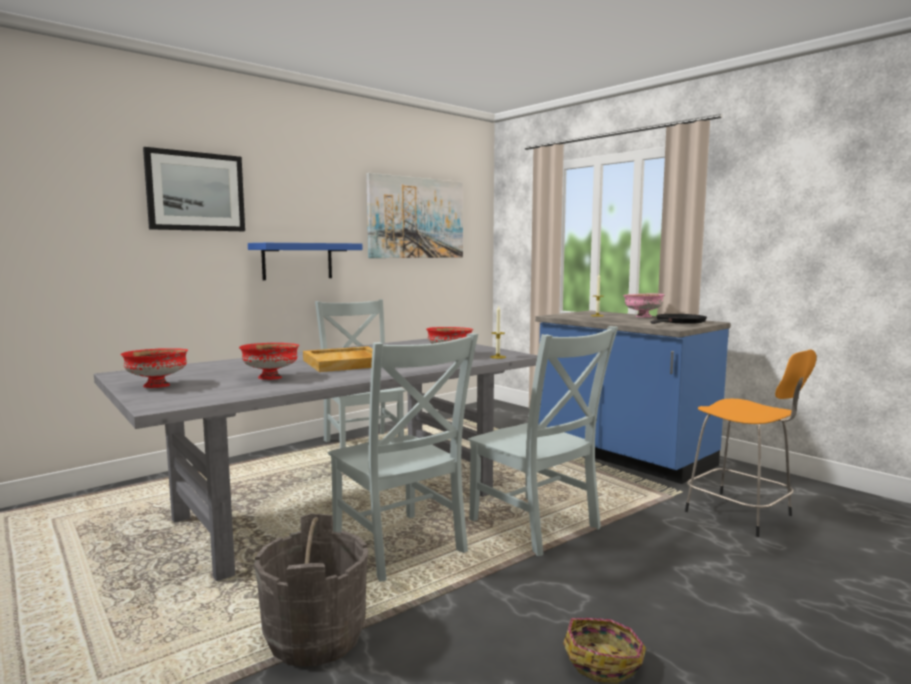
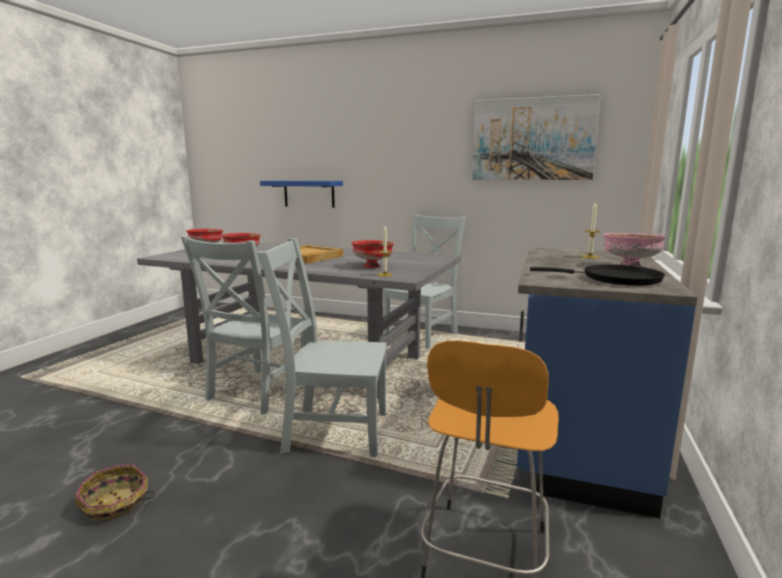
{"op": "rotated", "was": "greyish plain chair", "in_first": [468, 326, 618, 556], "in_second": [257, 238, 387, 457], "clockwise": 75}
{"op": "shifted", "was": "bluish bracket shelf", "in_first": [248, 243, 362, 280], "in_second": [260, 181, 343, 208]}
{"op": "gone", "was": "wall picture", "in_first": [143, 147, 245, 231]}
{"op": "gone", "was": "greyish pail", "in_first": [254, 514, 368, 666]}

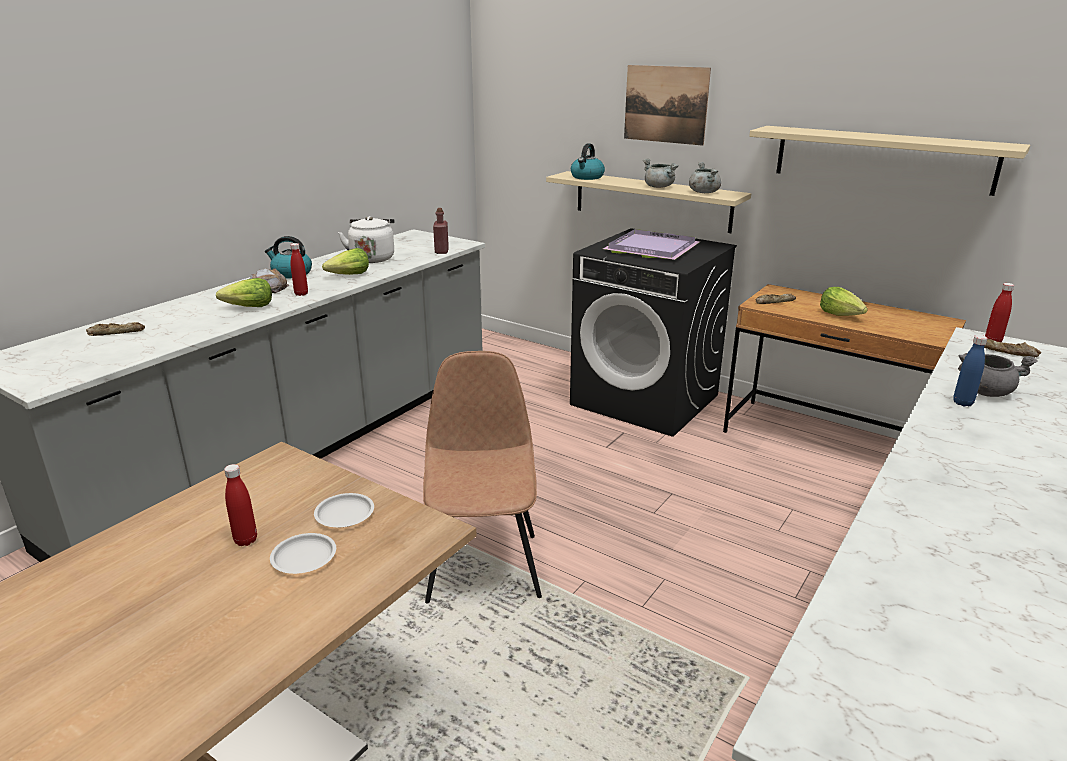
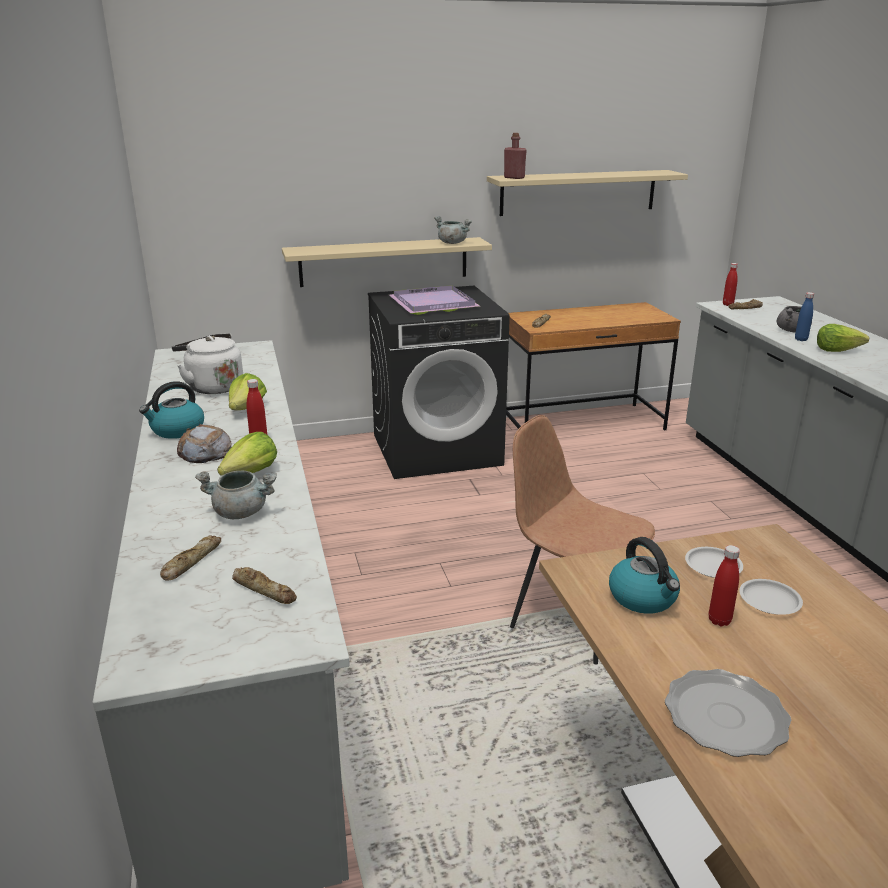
{"op": "shifted", "was": "greyish saucepot", "in_first": [643, 158, 679, 188], "in_second": [195, 471, 277, 519]}
{"op": "new", "now": "bakery bread", "in_second": [232, 567, 297, 604]}
{"op": "shifted", "was": "red-coloured drink bottle", "in_first": [433, 208, 449, 254], "in_second": [504, 133, 527, 179]}
{"op": "shifted", "was": "tea kettle", "in_first": [571, 143, 605, 180], "in_second": [609, 537, 680, 614]}
{"op": "new", "now": "flat dish", "in_second": [665, 669, 791, 757]}
{"op": "shifted", "was": "head of lettuce", "in_first": [820, 287, 868, 316], "in_second": [817, 324, 869, 352]}
{"op": "gone", "was": "wall picture", "in_first": [624, 65, 711, 146]}

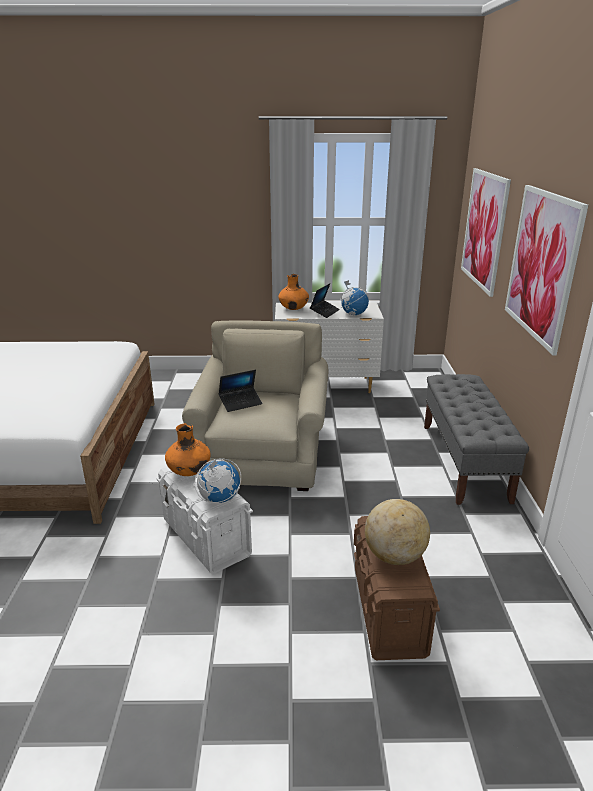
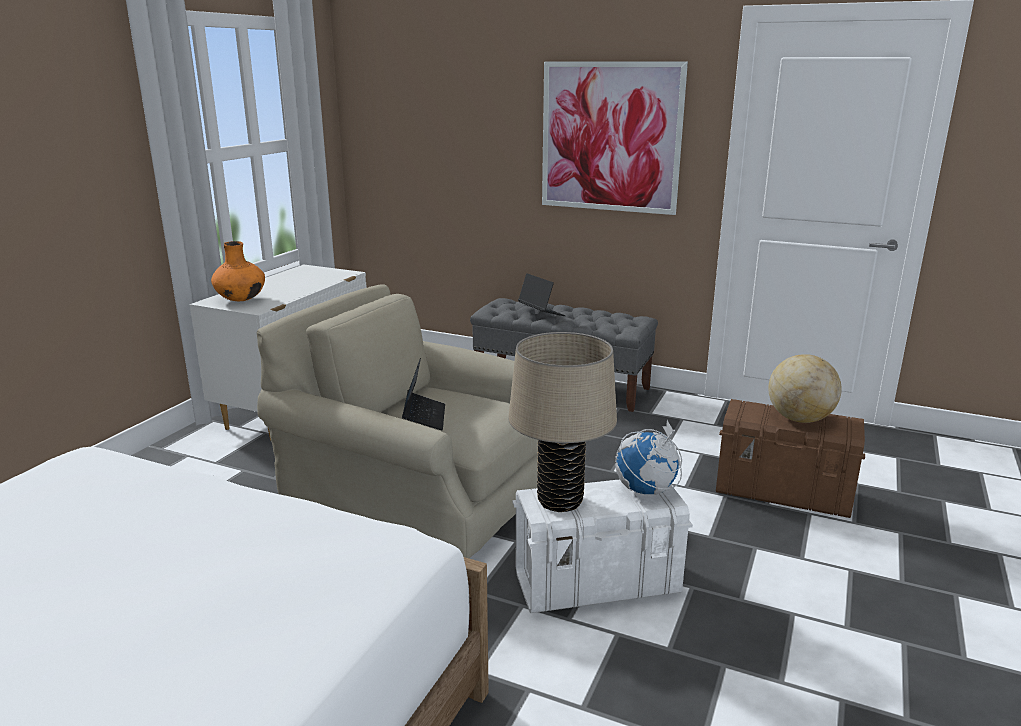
{"op": "swapped", "was": "orange-coloured flower vase", "now": "beige-coloured lamp for a table", "in_first": [165, 423, 211, 476], "in_second": [508, 332, 617, 512]}
{"op": "shifted", "was": "laptop", "in_first": [310, 283, 340, 318], "in_second": [518, 273, 566, 316]}
{"op": "gone", "was": "globe", "in_first": [340, 280, 369, 316]}
{"op": "gone", "was": "wall picture", "in_first": [461, 168, 511, 297]}

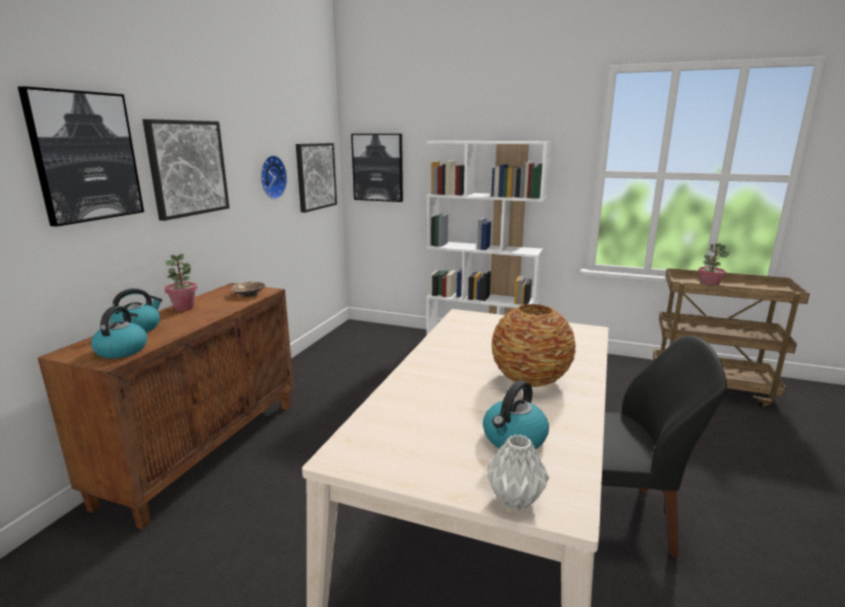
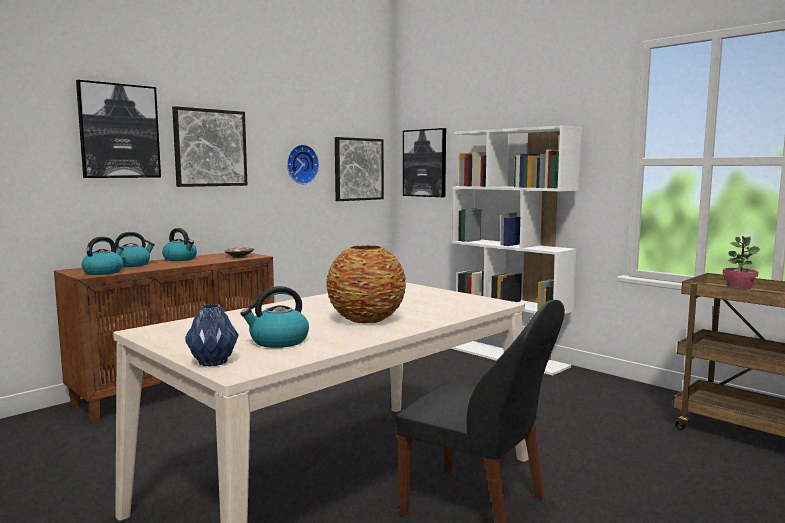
{"op": "swapped", "was": "plant in a pot", "now": "tea kettle", "in_first": [164, 254, 197, 311], "in_second": [162, 228, 197, 261]}
{"op": "repainted", "was": "greyish flower vase", "now": "bluish flower vase", "in_first": [486, 435, 549, 511], "in_second": [185, 304, 239, 367]}

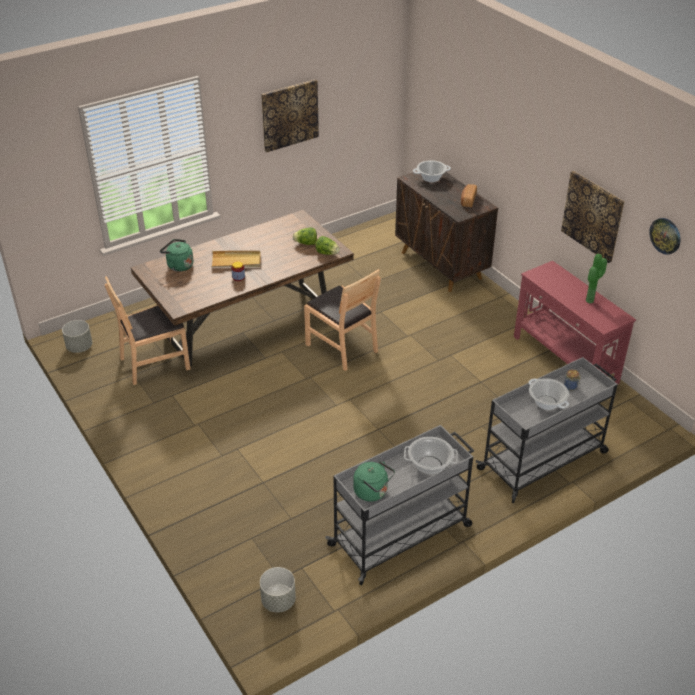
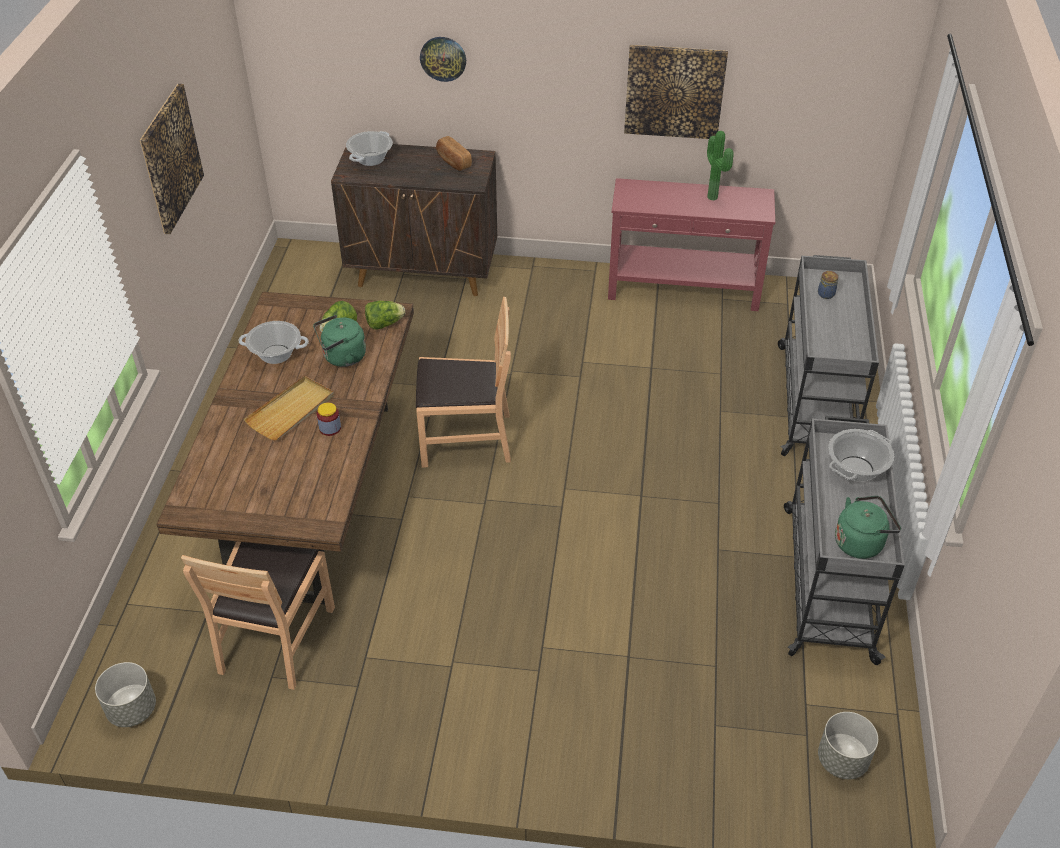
{"op": "shifted", "was": "saucepot", "in_first": [529, 378, 569, 410], "in_second": [239, 321, 309, 364]}
{"op": "shifted", "was": "greenish tea kettle", "in_first": [160, 239, 193, 272], "in_second": [313, 315, 366, 367]}
{"op": "shifted", "was": "hanging clock", "in_first": [649, 218, 680, 255], "in_second": [420, 37, 466, 82]}

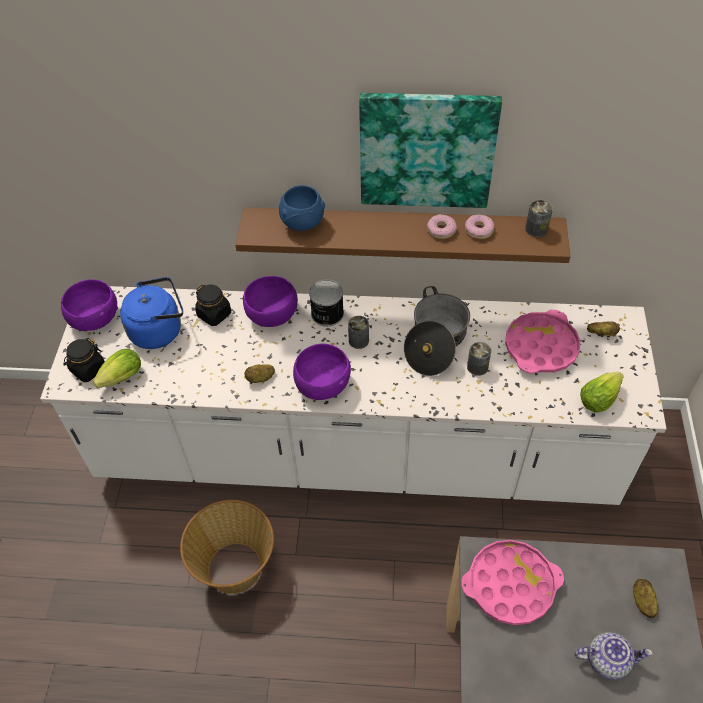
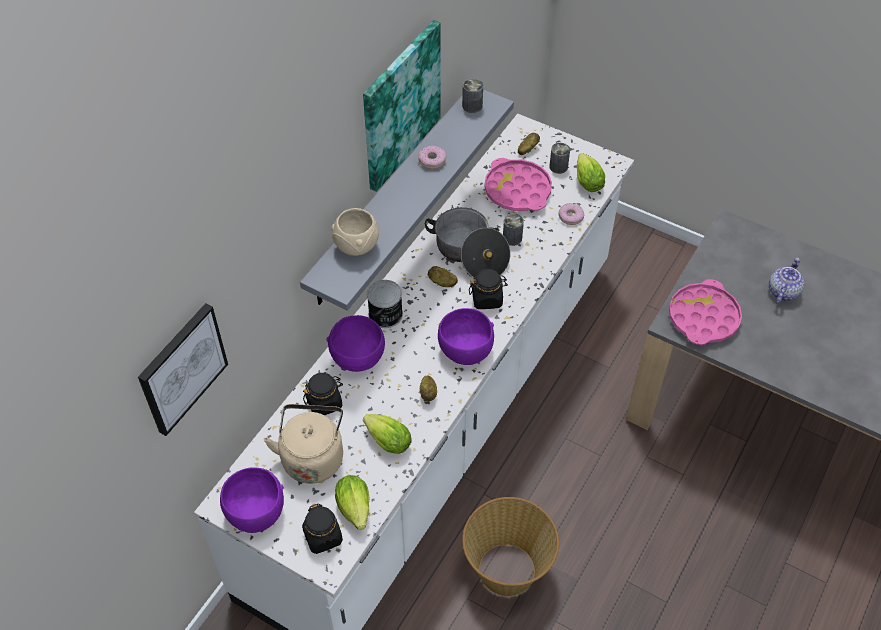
{"op": "new", "now": "wall picture", "in_second": [138, 303, 228, 436]}
{"op": "repainted", "was": "bluish tea kettle", "now": "beige-coloured tea kettle", "in_first": [120, 277, 183, 349], "in_second": [264, 404, 343, 484]}
{"op": "repainted", "was": "brownish bracket shelf", "now": "greyish bracket shelf", "in_first": [235, 207, 571, 263], "in_second": [300, 89, 514, 311]}
{"op": "repainted", "was": "bluish bowl", "now": "beige-coloured bowl", "in_first": [279, 185, 325, 231], "in_second": [331, 208, 379, 256]}
{"op": "new", "now": "head of lettuce", "in_second": [363, 414, 412, 454]}
{"op": "shifted", "was": "spud", "in_first": [633, 579, 658, 618], "in_second": [428, 266, 458, 287]}
{"op": "new", "now": "blackish storage jar", "in_second": [469, 269, 508, 309]}
{"op": "shifted", "was": "metal can", "in_first": [348, 316, 369, 349], "in_second": [549, 143, 570, 174]}
{"op": "shifted", "was": "doughnut", "in_first": [465, 215, 494, 239], "in_second": [558, 203, 584, 225]}

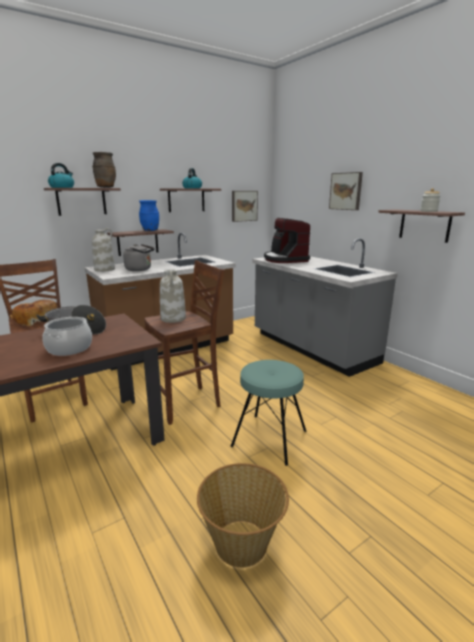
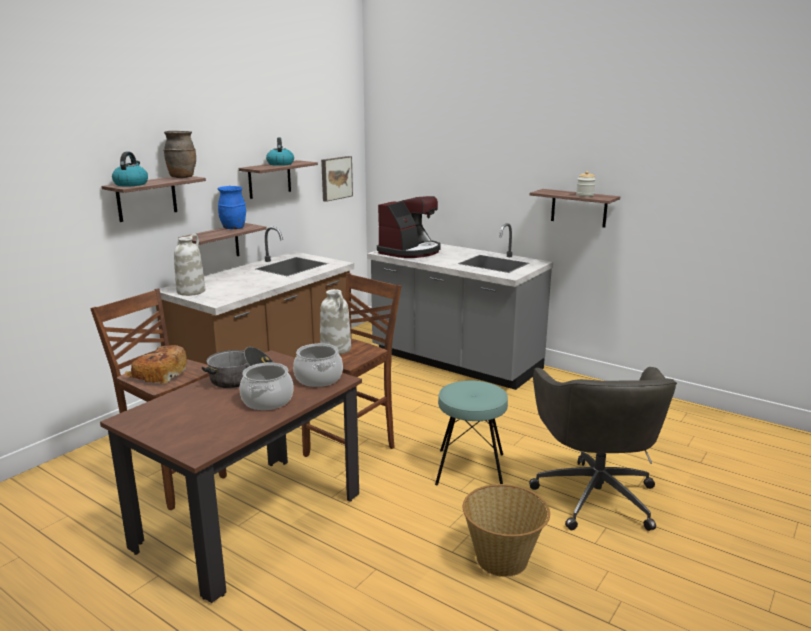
{"op": "new", "now": "saucepot", "in_second": [293, 343, 343, 387]}
{"op": "rotated", "was": "coffee machine", "in_first": [264, 218, 310, 263], "in_second": [377, 196, 441, 258], "clockwise": -105}
{"op": "new", "now": "greyish office chair", "in_second": [529, 367, 677, 531]}
{"op": "gone", "was": "greyish tea kettle", "in_first": [123, 244, 155, 271]}
{"op": "gone", "was": "wall picture", "in_first": [329, 172, 363, 210]}

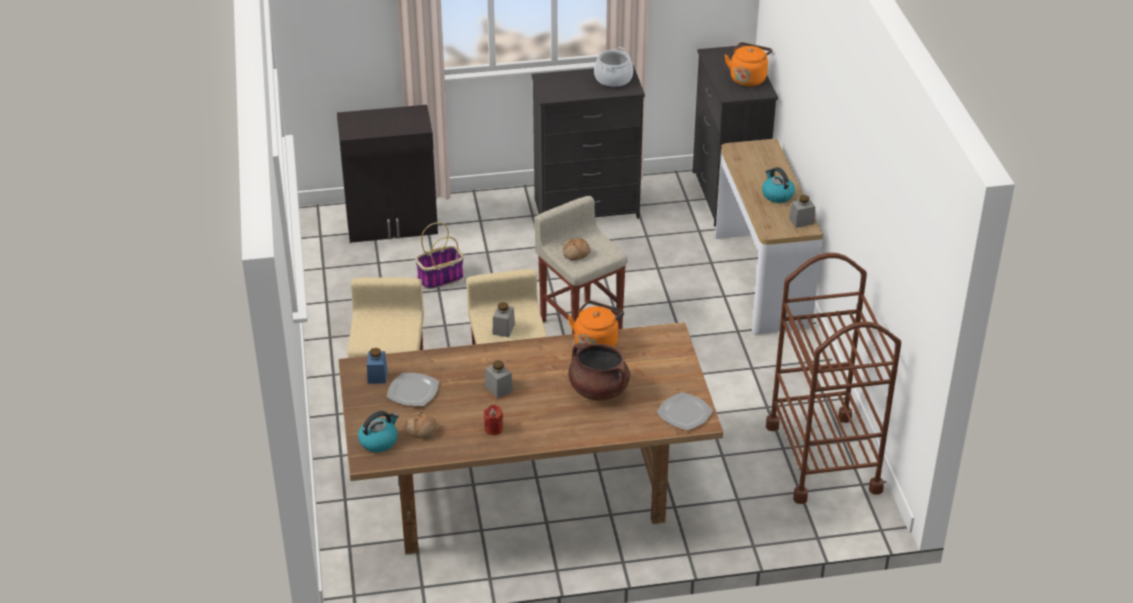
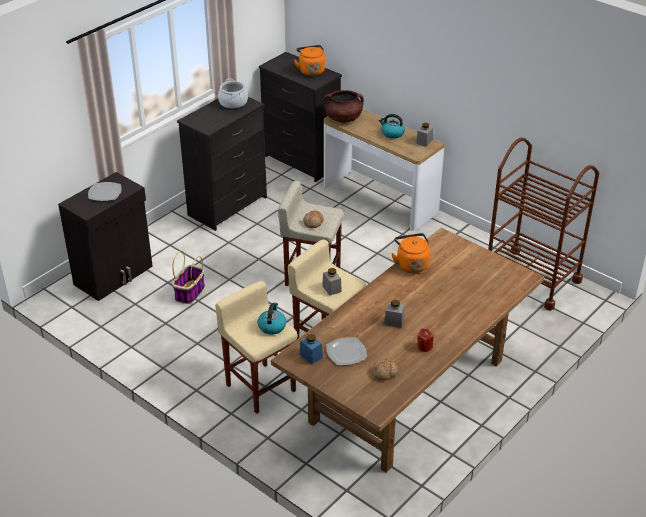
{"op": "shifted", "was": "flat dish", "in_first": [657, 392, 713, 431], "in_second": [88, 182, 122, 201]}
{"op": "shifted", "was": "tea kettle", "in_first": [358, 411, 399, 452], "in_second": [258, 303, 286, 335]}
{"op": "shifted", "was": "brownish saucepot", "in_first": [568, 343, 630, 401], "in_second": [323, 90, 364, 123]}

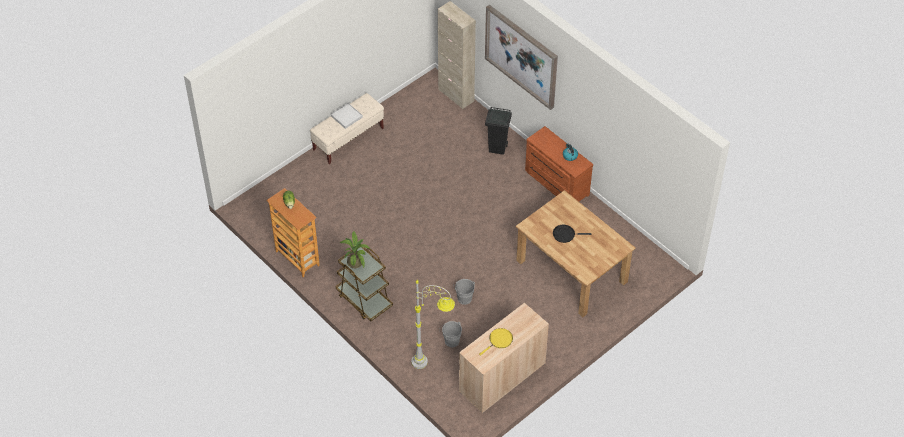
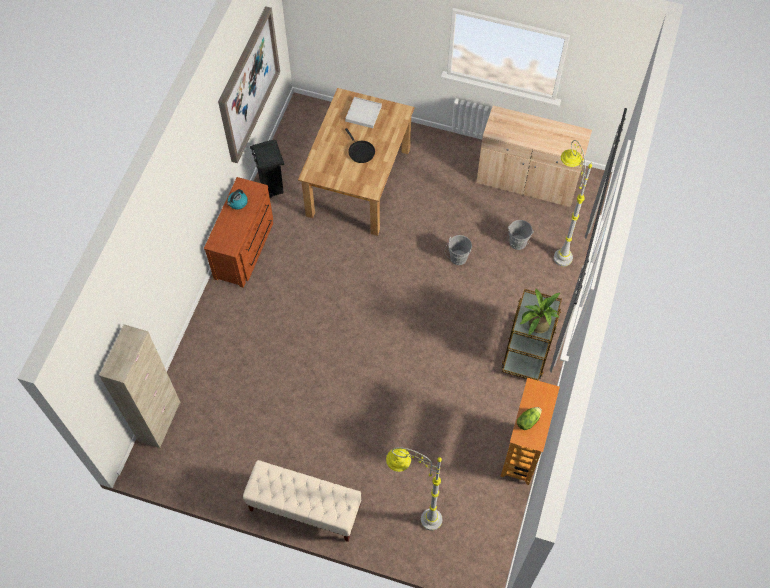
{"op": "shifted", "was": "wall picture", "in_first": [485, 5, 558, 110], "in_second": [218, 6, 280, 163]}
{"op": "shifted", "was": "blackish trash can", "in_first": [485, 107, 512, 155], "in_second": [250, 140, 284, 198]}
{"op": "shifted", "was": "whitish serving tray", "in_first": [331, 103, 363, 129], "in_second": [345, 97, 382, 128]}
{"op": "new", "now": "greyish standing lamp", "in_second": [386, 447, 443, 531]}
{"op": "gone", "was": "yellowish frying pan", "in_first": [479, 328, 513, 356]}

